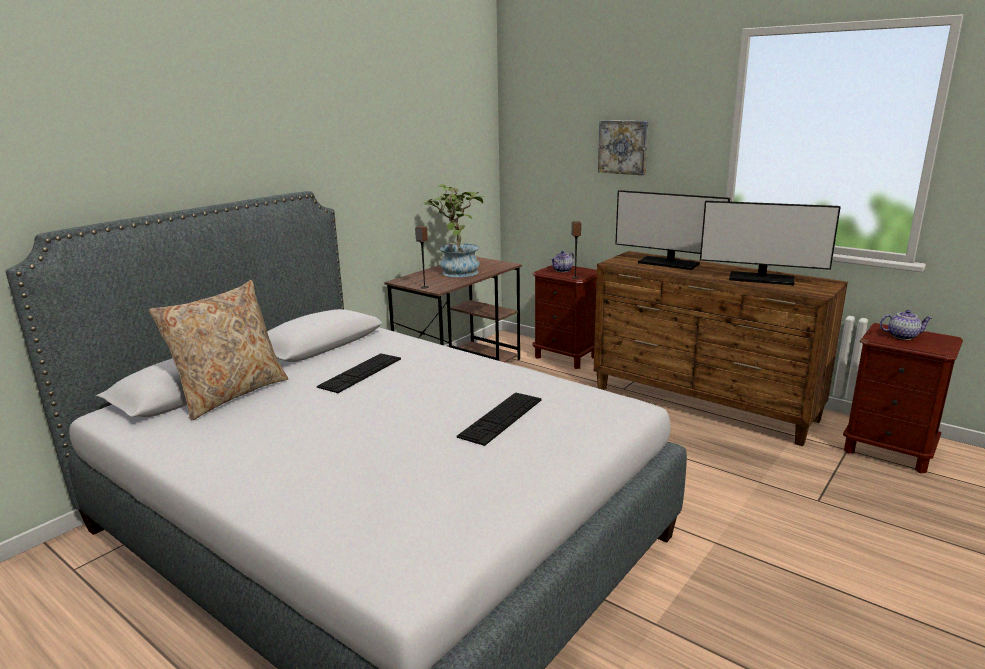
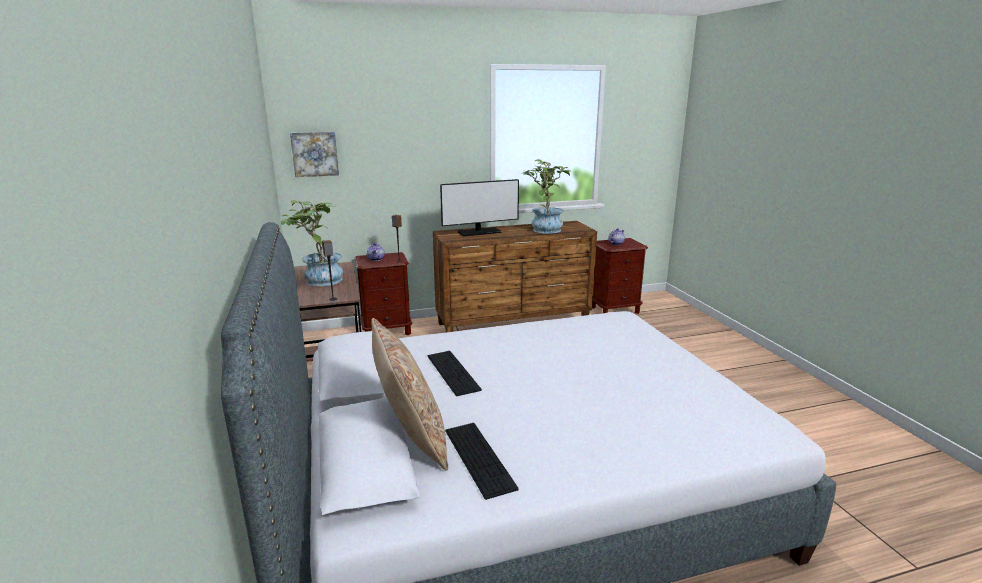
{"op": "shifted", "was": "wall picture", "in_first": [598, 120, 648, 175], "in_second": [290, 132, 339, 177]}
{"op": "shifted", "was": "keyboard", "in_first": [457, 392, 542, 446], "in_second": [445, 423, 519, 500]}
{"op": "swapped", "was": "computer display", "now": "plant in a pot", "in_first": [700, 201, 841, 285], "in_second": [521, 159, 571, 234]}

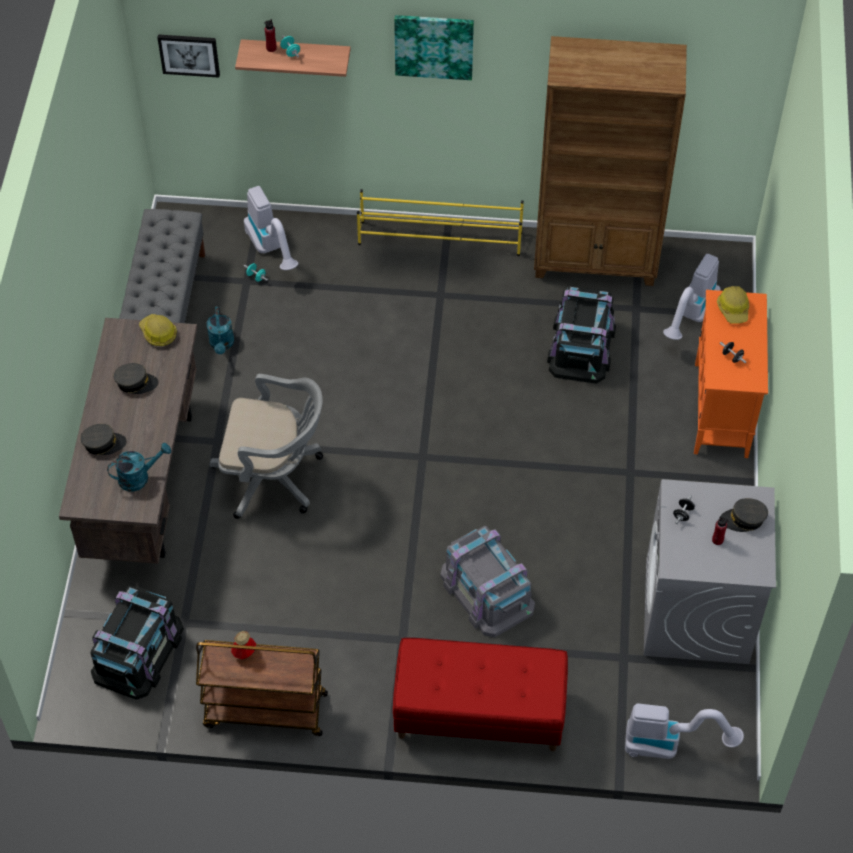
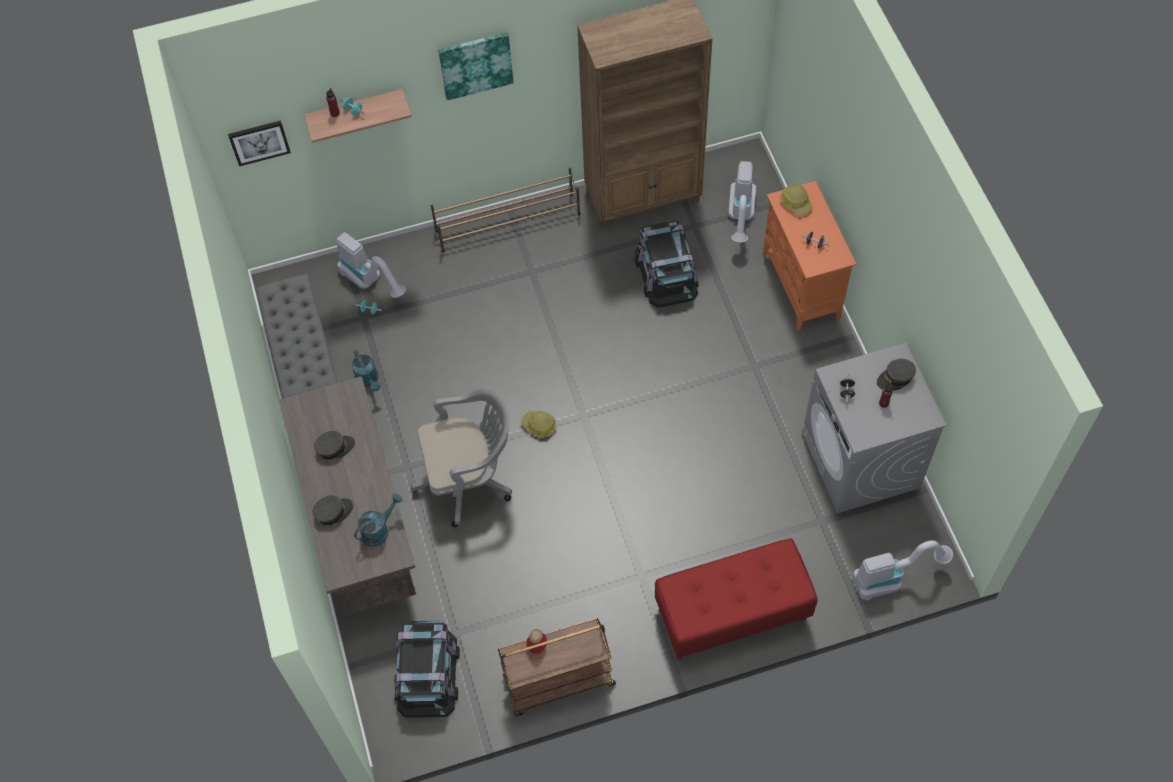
{"op": "repainted", "was": "yellowish shoe shelf", "now": "brownish shoe shelf", "in_first": [357, 189, 524, 256], "in_second": [431, 168, 580, 252]}
{"op": "shifted", "was": "work helmet", "in_first": [139, 314, 177, 346], "in_second": [521, 411, 556, 438]}
{"op": "gone", "was": "greyish storage bin", "in_first": [440, 526, 535, 637]}

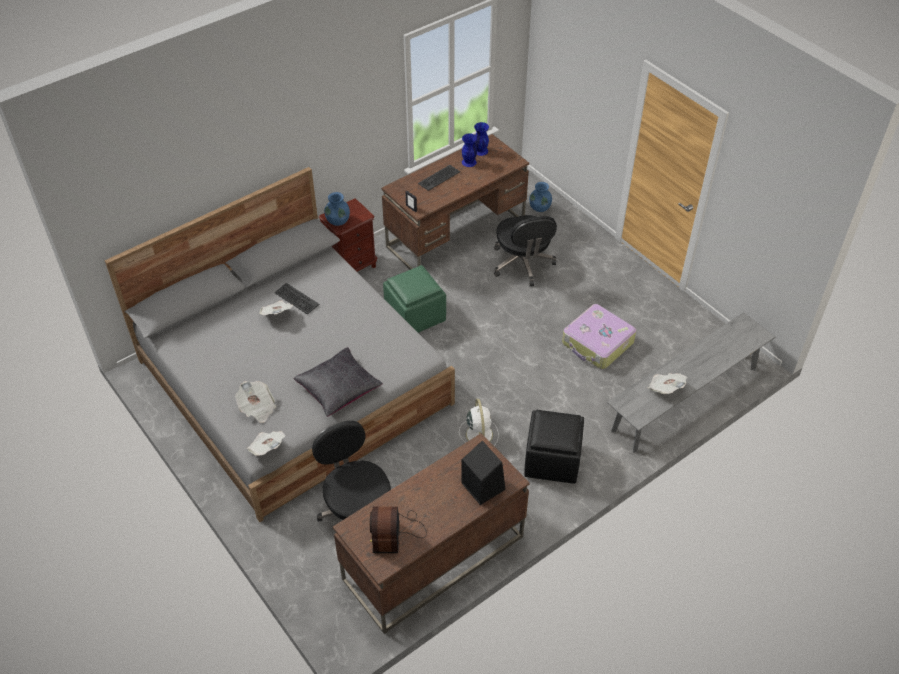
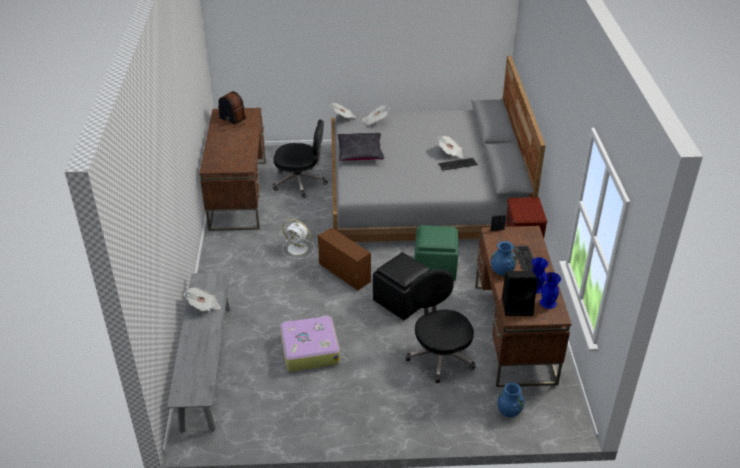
{"op": "new", "now": "brownish storage bin", "in_second": [318, 228, 371, 291]}
{"op": "shifted", "was": "blackish ottoman", "in_first": [524, 410, 584, 484], "in_second": [373, 252, 430, 320]}
{"op": "rotated", "was": "blackish office chair", "in_first": [494, 215, 557, 286], "in_second": [406, 269, 475, 383], "clockwise": 45}
{"op": "shifted", "was": "bluish flower vase", "in_first": [324, 192, 350, 226], "in_second": [491, 241, 517, 275]}
{"op": "shifted", "was": "blackish audio speaker", "in_first": [461, 441, 506, 505], "in_second": [502, 271, 538, 316]}

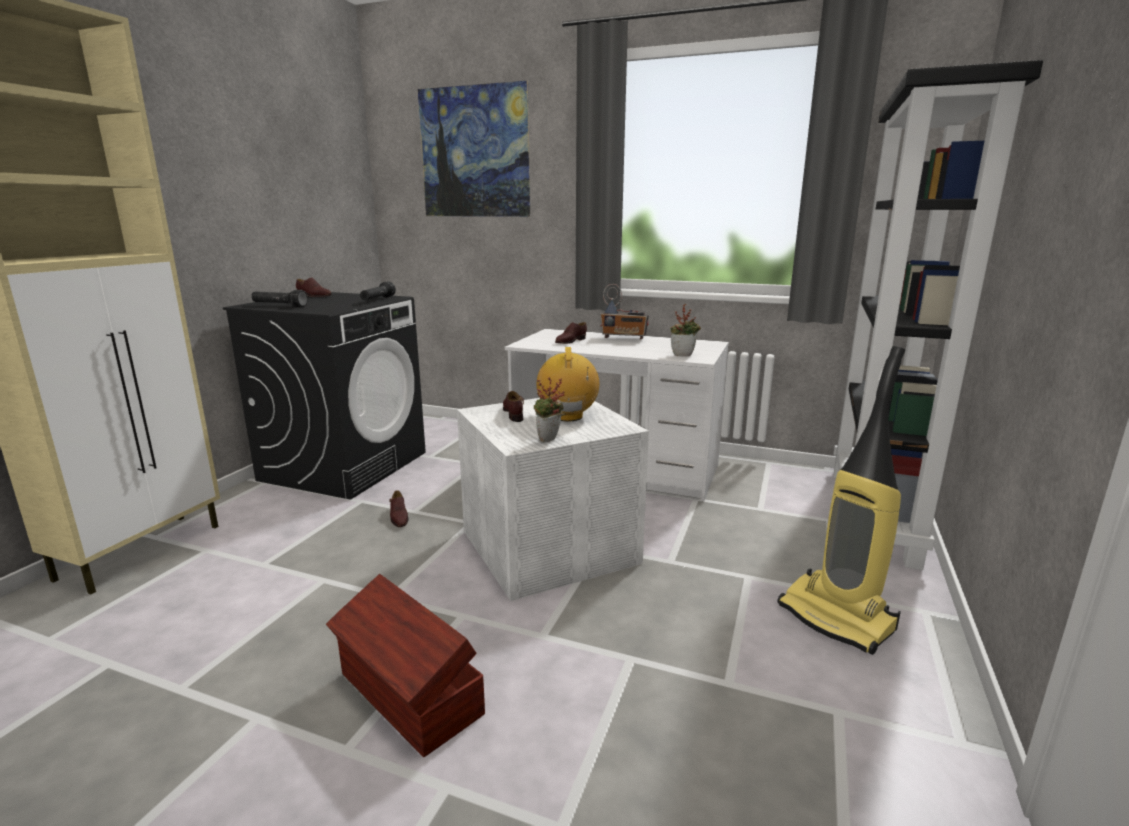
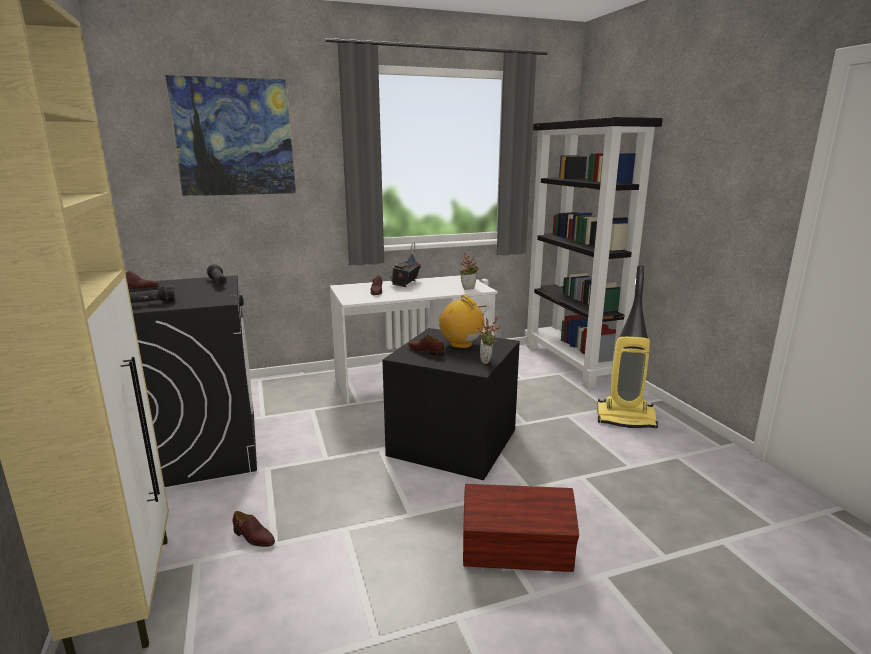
{"op": "shifted", "was": "brownish shoe", "in_first": [389, 490, 408, 527], "in_second": [233, 511, 275, 547]}
{"op": "repainted", "was": "whitish storage bin", "now": "blackish storage bin", "in_first": [457, 398, 649, 601], "in_second": [382, 328, 520, 481]}
{"op": "rotated", "was": "radio set", "in_first": [600, 284, 649, 340], "in_second": [389, 242, 421, 287], "clockwise": 135}

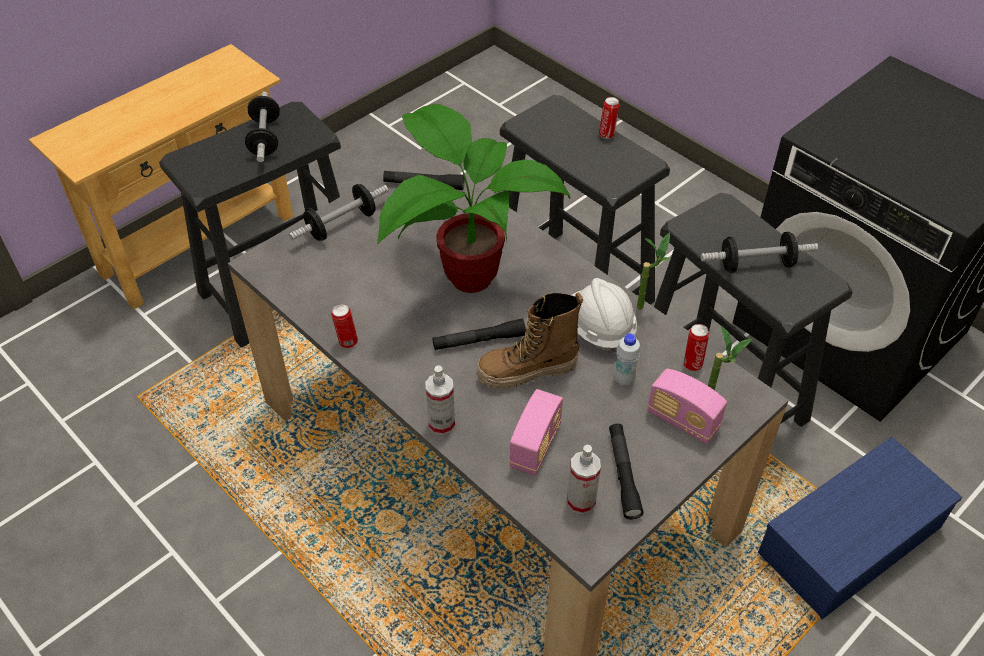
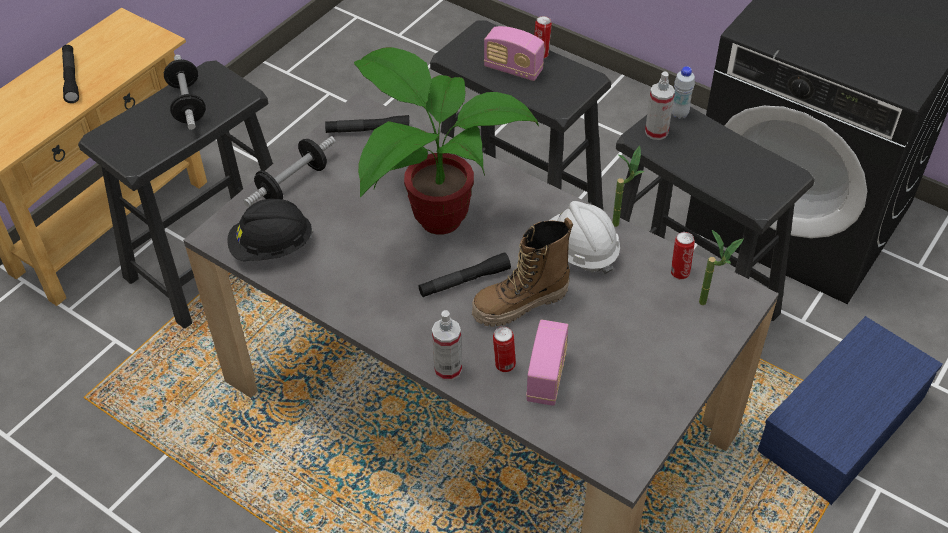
{"op": "shifted", "was": "blackish hand torch", "in_first": [609, 423, 644, 519], "in_second": [62, 45, 79, 103]}
{"op": "new", "now": "blackish work helmet", "in_second": [227, 199, 313, 261]}
{"op": "shifted", "was": "radio set", "in_first": [647, 369, 727, 444], "in_second": [484, 26, 544, 81]}
{"op": "shifted", "was": "metal can", "in_first": [331, 304, 358, 348], "in_second": [493, 326, 516, 372]}
{"op": "shifted", "was": "spray bottle", "in_first": [567, 444, 601, 514], "in_second": [645, 72, 675, 140]}
{"op": "shifted", "was": "whitish drink bottle", "in_first": [614, 334, 640, 387], "in_second": [672, 66, 695, 119]}
{"op": "gone", "was": "dumbbell", "in_first": [701, 232, 818, 273]}

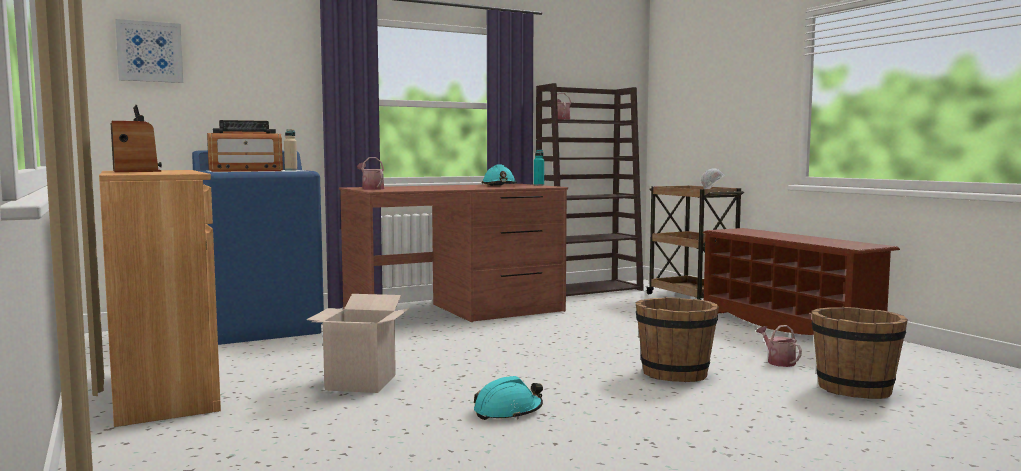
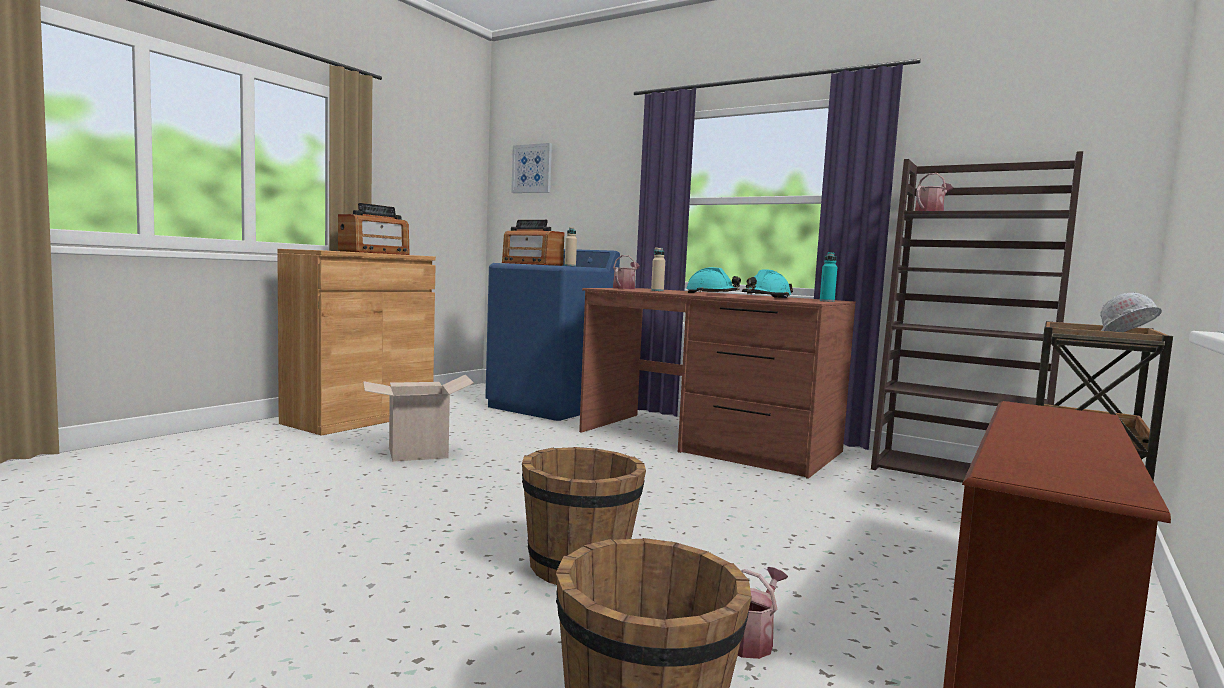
{"op": "new", "now": "beige-coloured drink bottle", "in_second": [651, 247, 665, 291]}
{"op": "shifted", "was": "turquoise work helmet", "in_first": [474, 376, 543, 420], "in_second": [686, 267, 741, 293]}

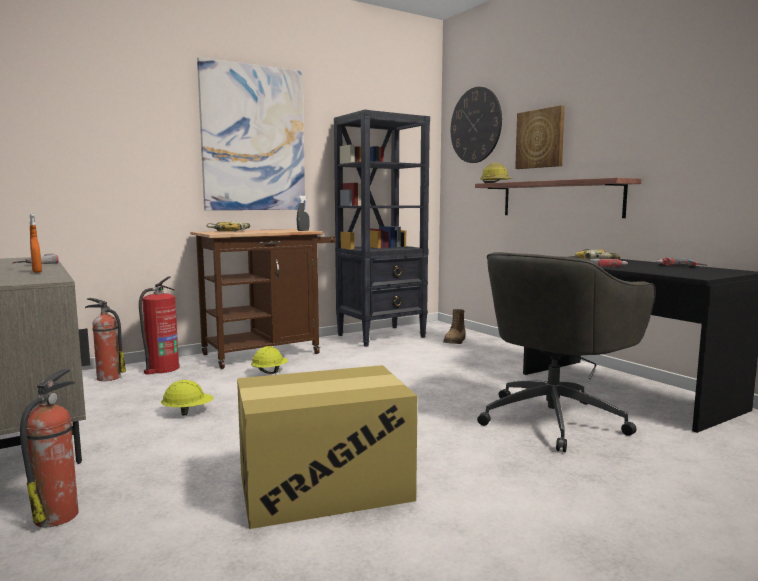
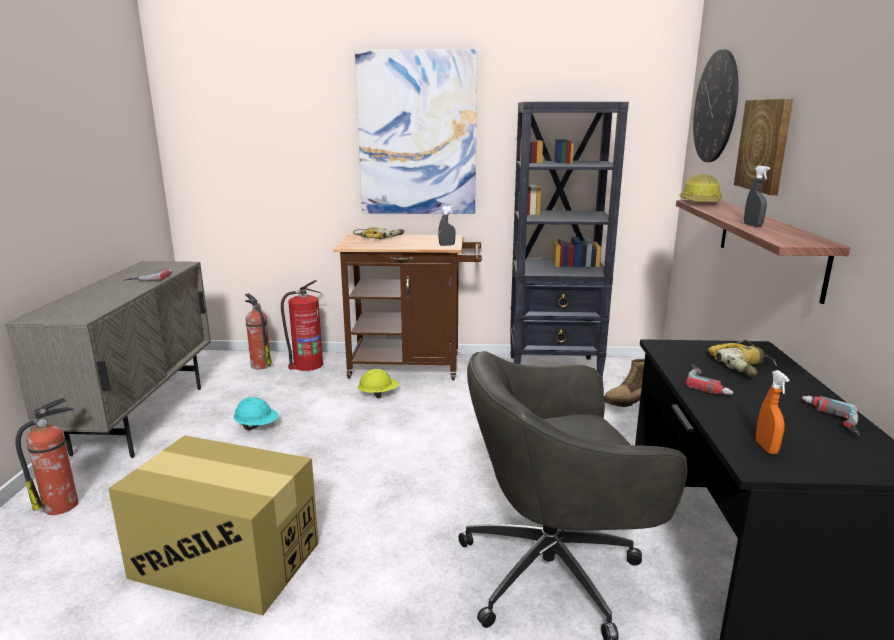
{"op": "repainted", "was": "yellowish work helmet", "now": "turquoise work helmet", "in_first": [161, 380, 214, 416], "in_second": [234, 397, 279, 430]}
{"op": "new", "now": "greyish spray bottle", "in_second": [744, 166, 770, 227]}
{"op": "shifted", "was": "orange-coloured spray bottle", "in_first": [30, 213, 42, 273], "in_second": [756, 370, 790, 454]}

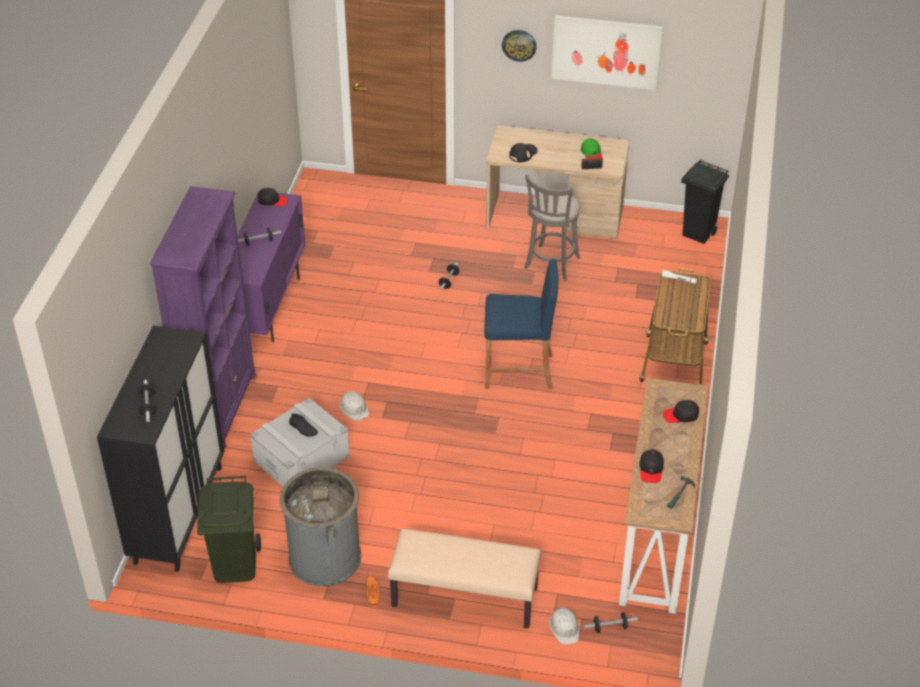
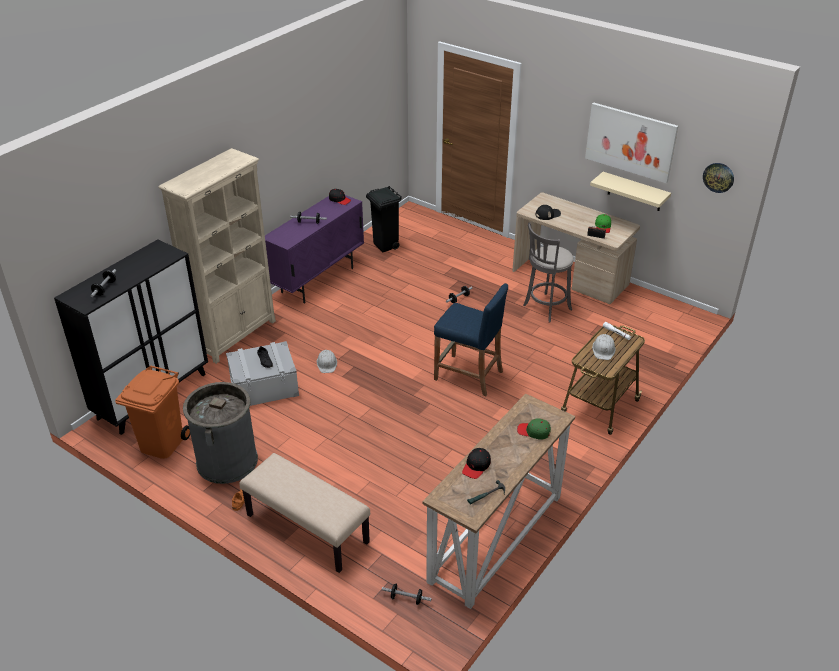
{"op": "repainted", "was": "greenish trash can", "now": "orange-coloured trash can", "in_first": [197, 476, 261, 583], "in_second": [115, 365, 190, 459]}
{"op": "repainted", "was": "purplish bookshelf", "now": "beige-coloured bookshelf", "in_first": [150, 186, 256, 450], "in_second": [158, 148, 276, 364]}
{"op": "shifted", "was": "blackish trash can", "in_first": [681, 160, 729, 244], "in_second": [366, 186, 402, 252]}
{"op": "repainted", "was": "blackish cap", "now": "greenish cap", "in_first": [663, 400, 699, 423], "in_second": [517, 418, 551, 440]}
{"op": "new", "now": "beige-coloured bracket shelf", "in_second": [590, 172, 671, 211]}
{"op": "shifted", "was": "whitish work helmet", "in_first": [549, 607, 579, 645], "in_second": [592, 334, 615, 360]}
{"op": "shifted", "was": "hanging clock", "in_first": [502, 30, 537, 62], "in_second": [703, 163, 734, 193]}

